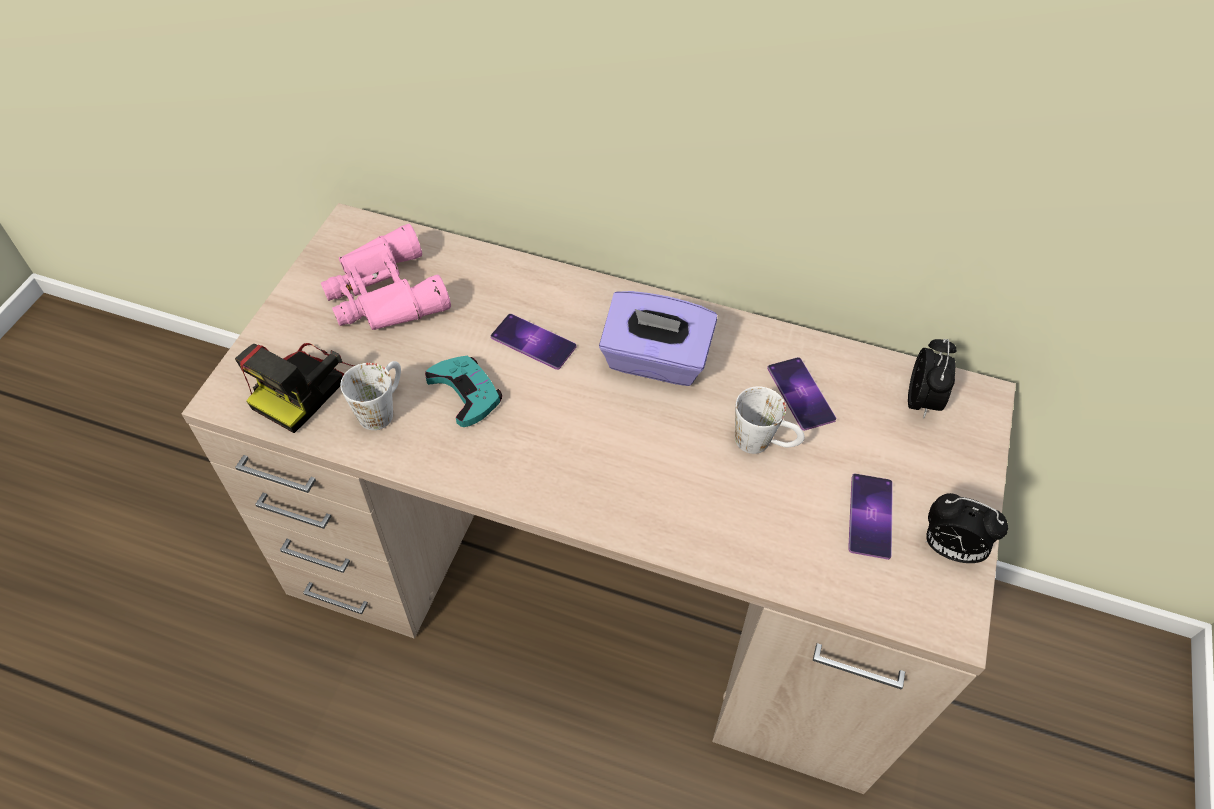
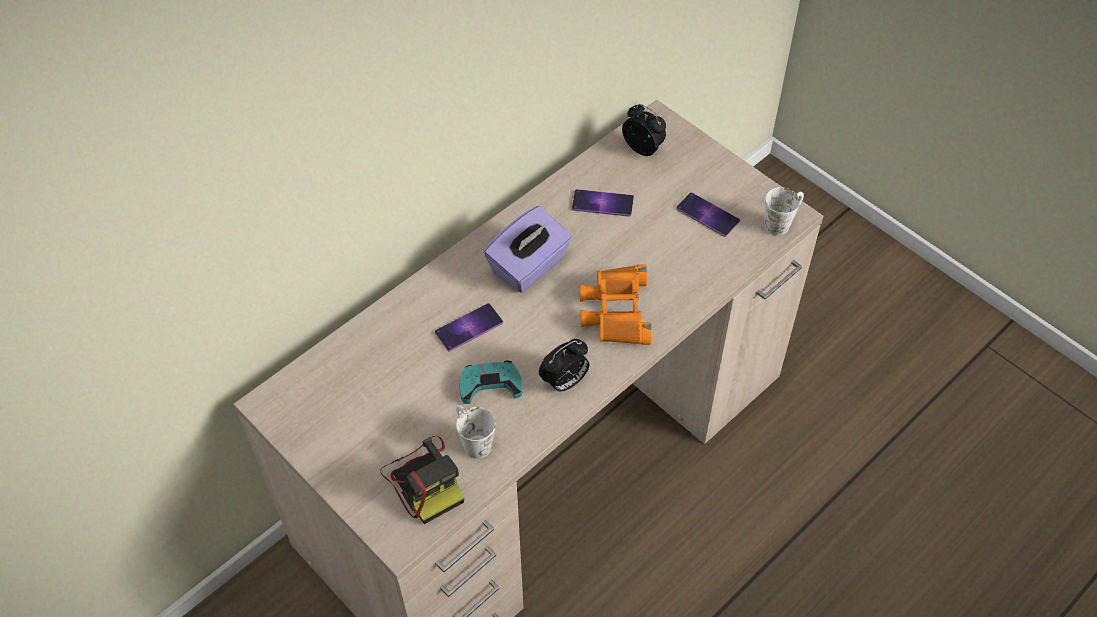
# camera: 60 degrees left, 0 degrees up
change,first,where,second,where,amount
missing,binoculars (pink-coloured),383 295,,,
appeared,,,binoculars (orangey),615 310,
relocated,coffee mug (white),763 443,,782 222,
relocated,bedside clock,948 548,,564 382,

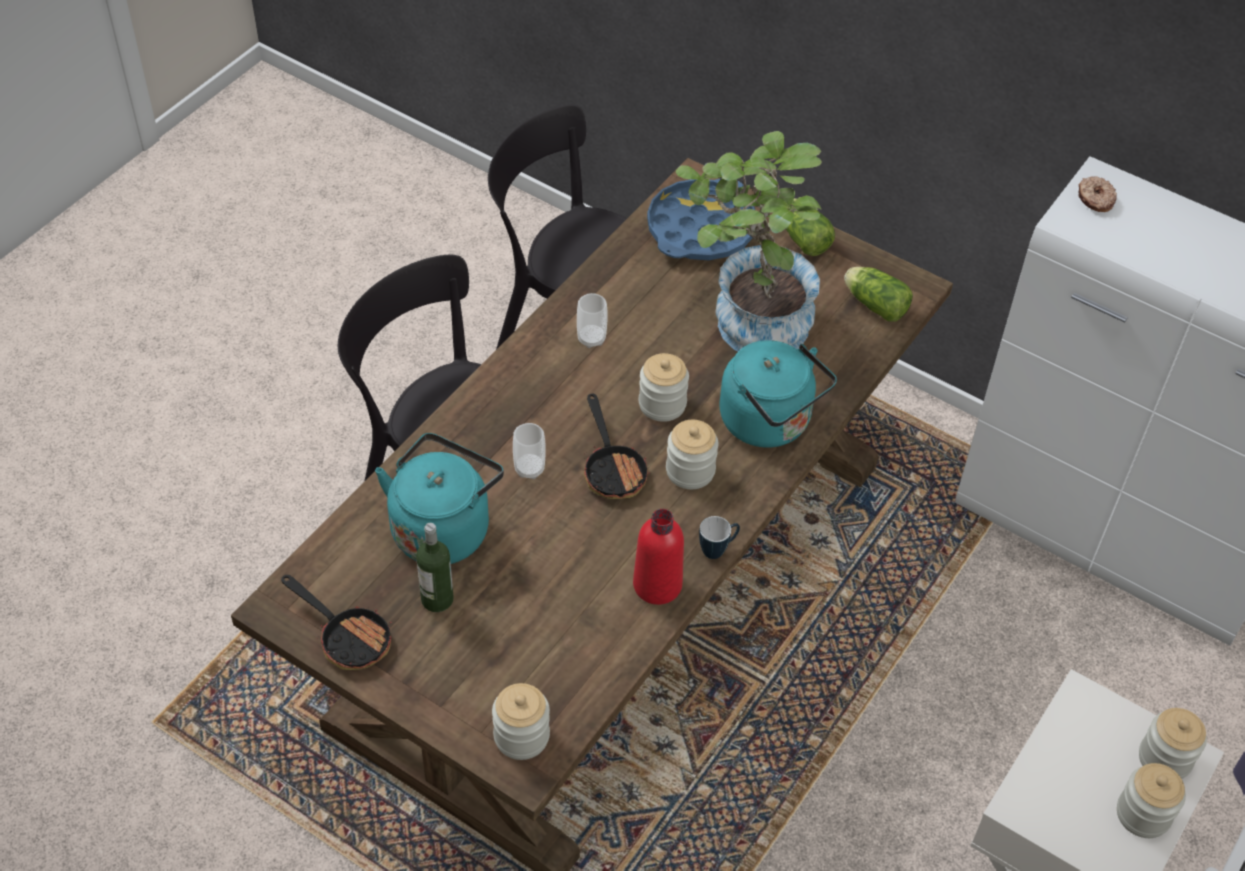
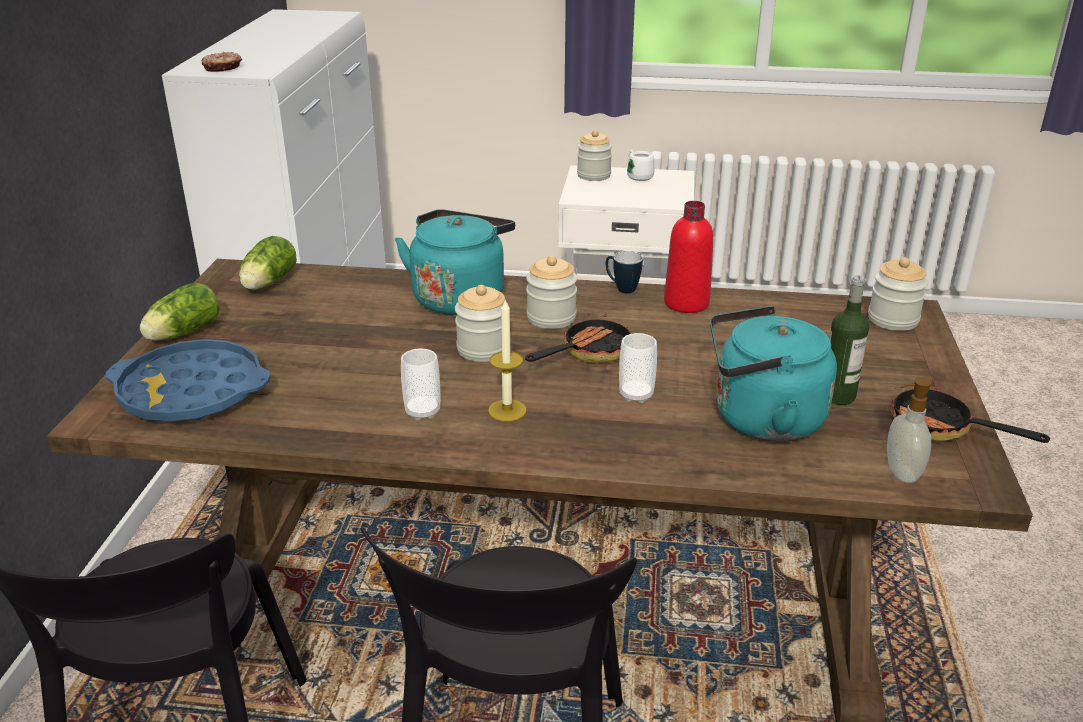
# camera: 115 degrees left, 20 degrees down
change,first,where,second,where,amount
missing,plant in a pot,748 322,,,
appeared,,,wax candle,507 410,
appeared,,,soap dispenser,900 472,
exchanged,storage jar,1143 814,coffee mug (white),637 176,
spun,pan,348 637,,942 429,60 degrees counterclockwise

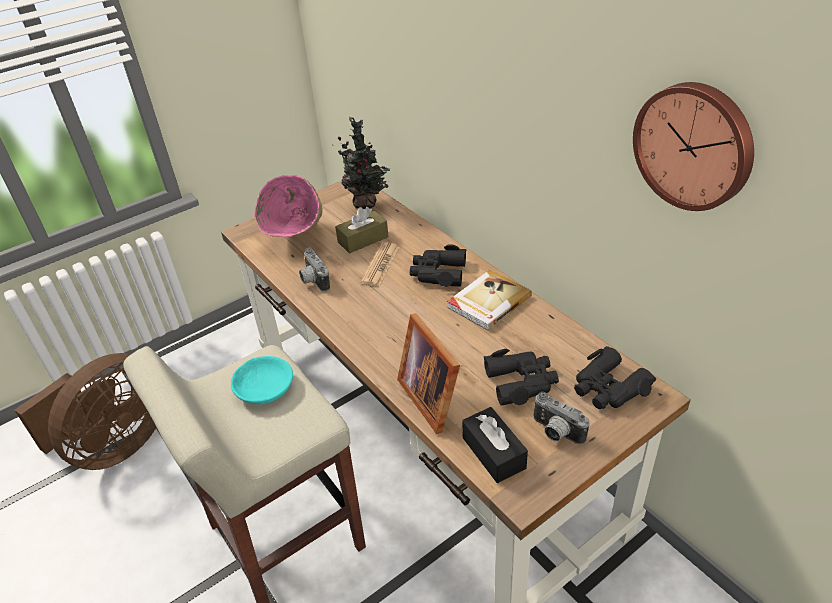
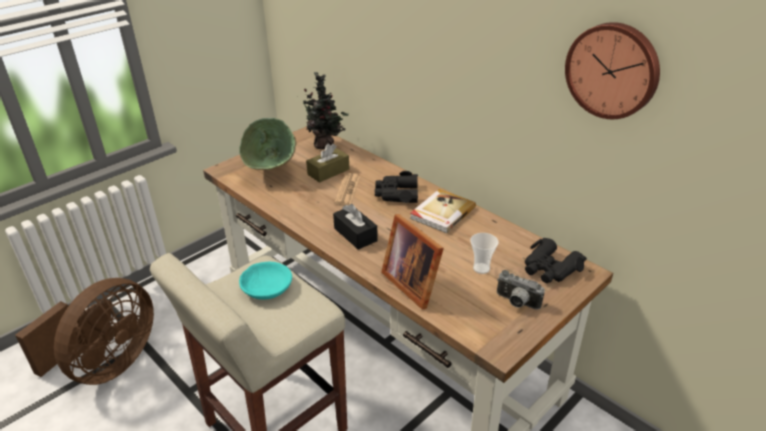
# camera: 10 degrees left, 5 degrees down
change,first,where,second,where,amount
missing,photo camera,313 281,,,
relocated,tissue holder (black),493 453,,355 234,
exchanged,binoculars (black),521 382,cup,481 268,
colour,deep dish (pink-coloured),299 239,deep dish (green),273 173,

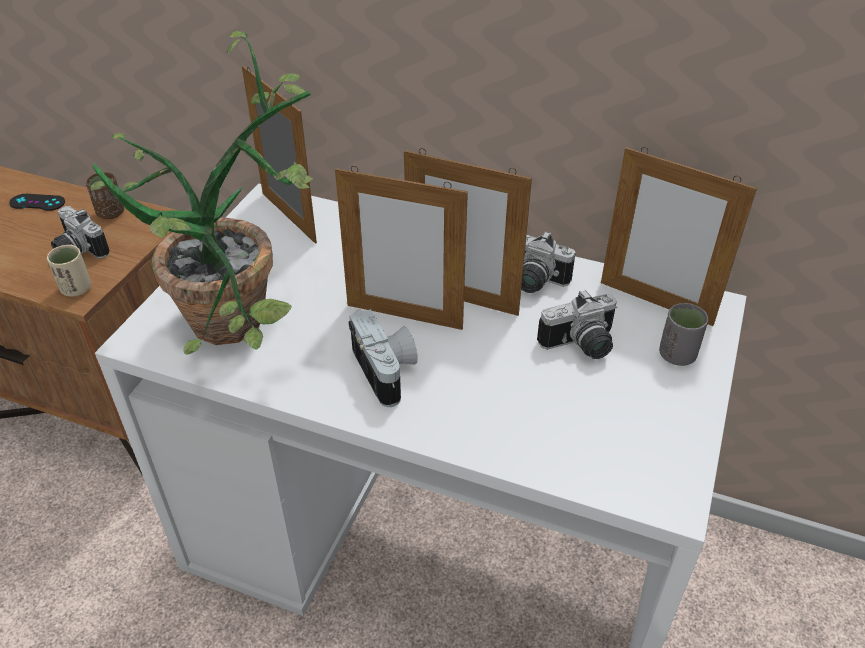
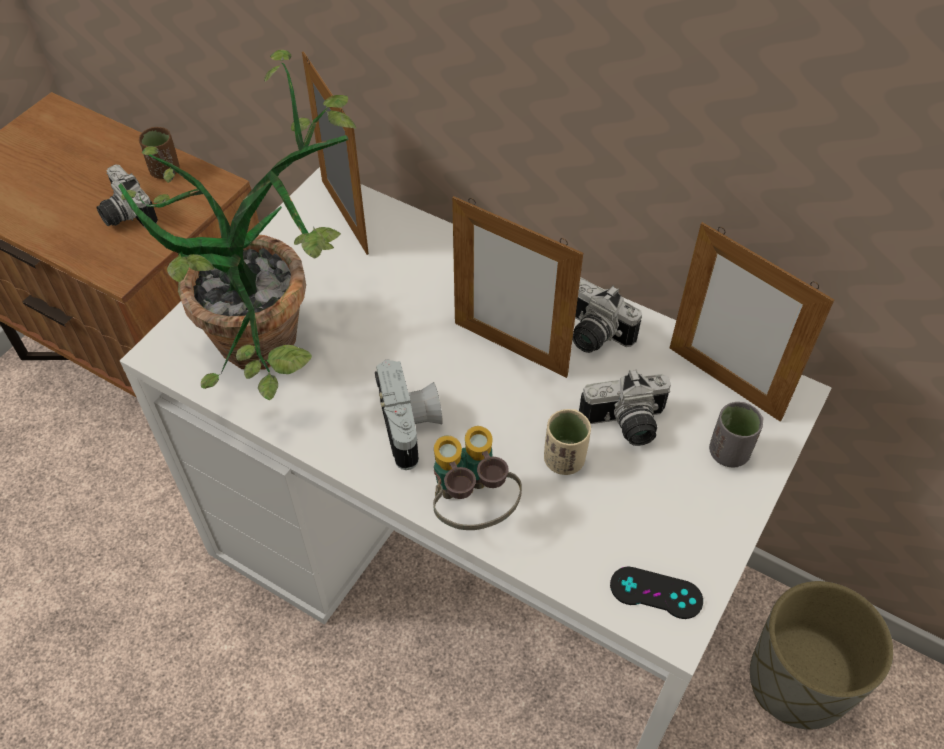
# camera: 10 degrees right, 10 degrees up
change,first,where,second,where,amount
missing,photo frame,404 316,,,
appeared,,,binoculars,472 508,
appeared,,,flower pot (gray),799 681,
relocated,game controller (black),37 202,,656 593,
relocated,cup (sand-coloured),76 289,,564 460,

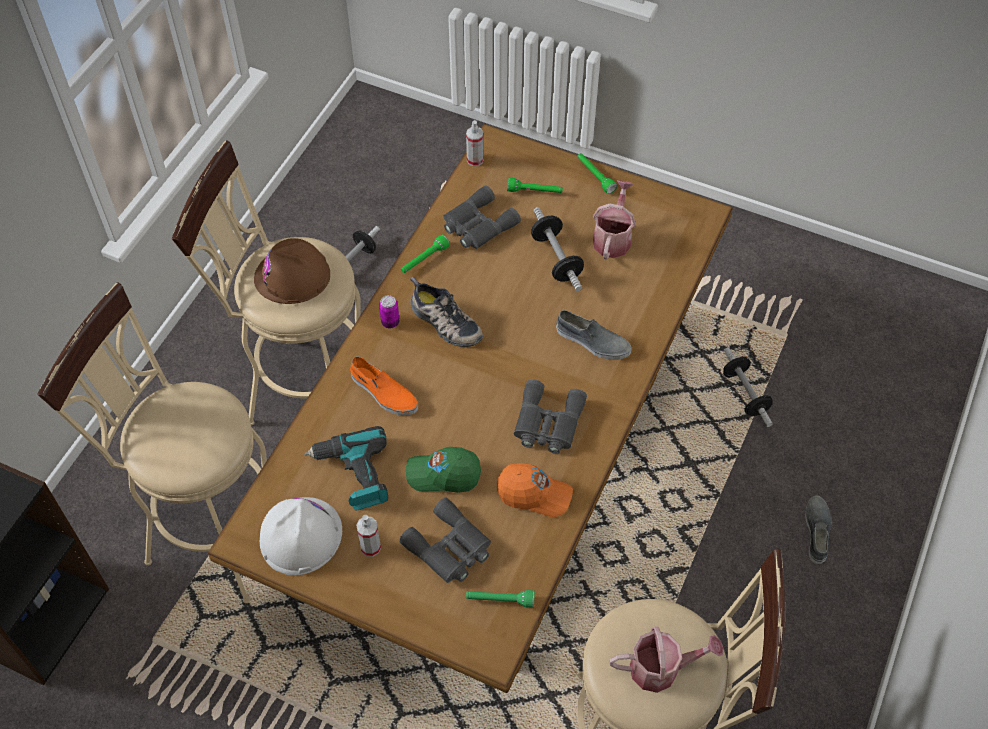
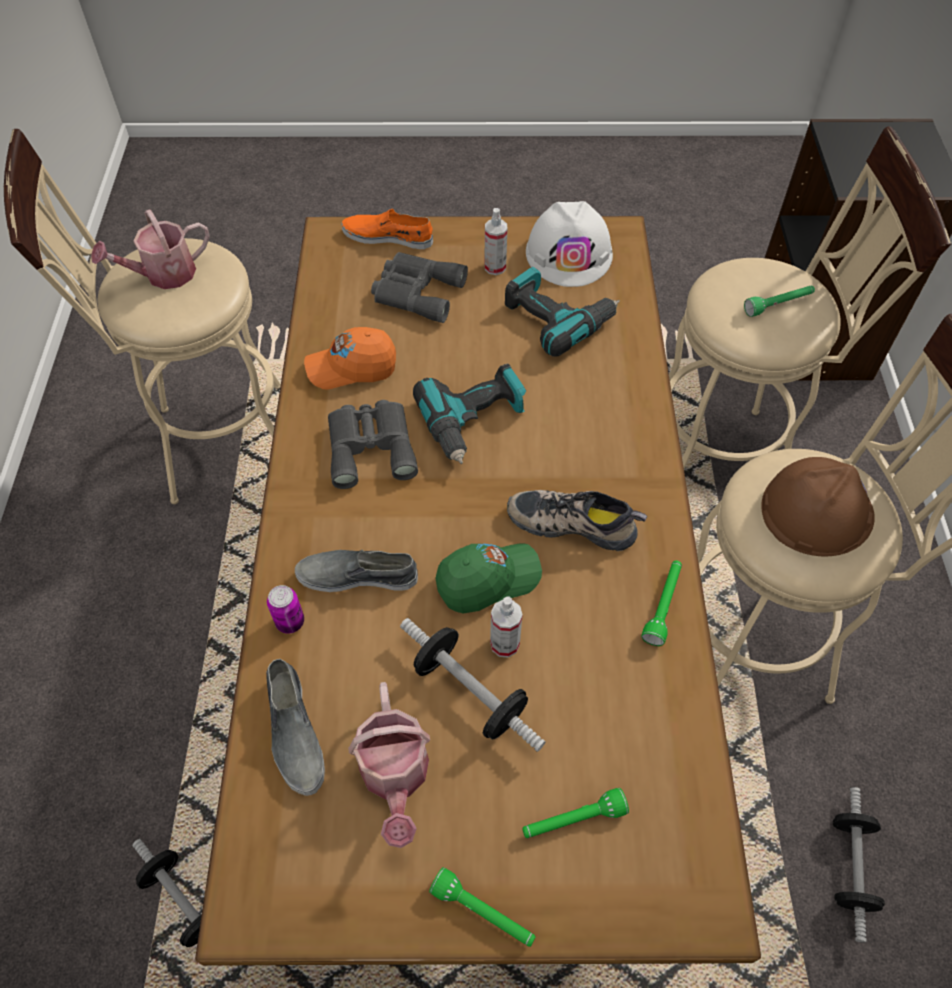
# camera: 155 degrees right, 0 degrees up
change,first,where,second,where,amount
missing,binoculars (gray),477 225,,,
appeared,,,electric drill,474 421,
relocated,item of footwear (orangey),383 392,,388 236,
relocated,metal can,390 322,,290 622,
relocated,peaked cap (green),443 474,,487 580,
relocated,spray bottle,475 160,,504 644,
relocated,hand torch (green),500 600,,778 305,
relocated,item of footwear (gray),817 531,,294 732,

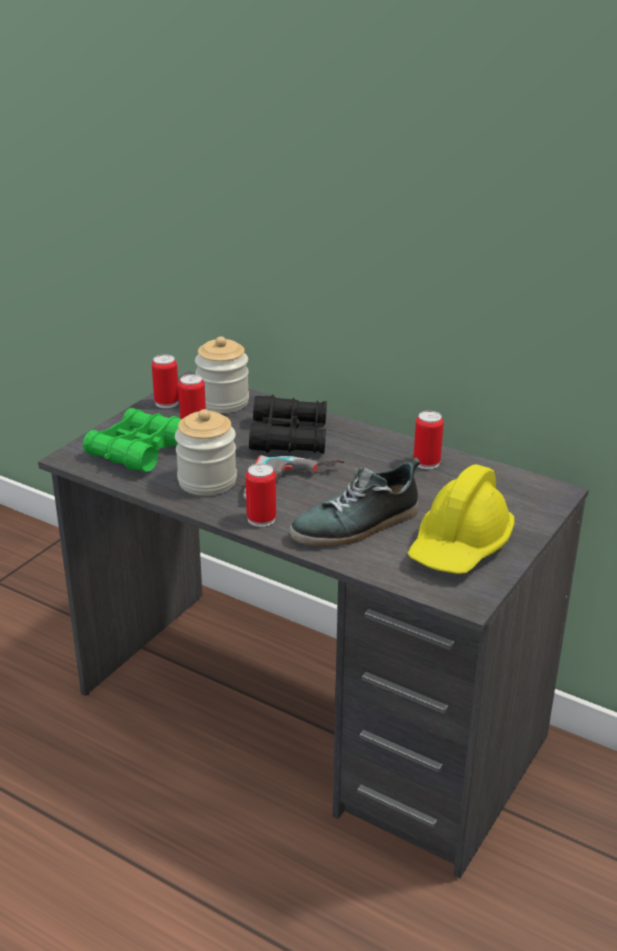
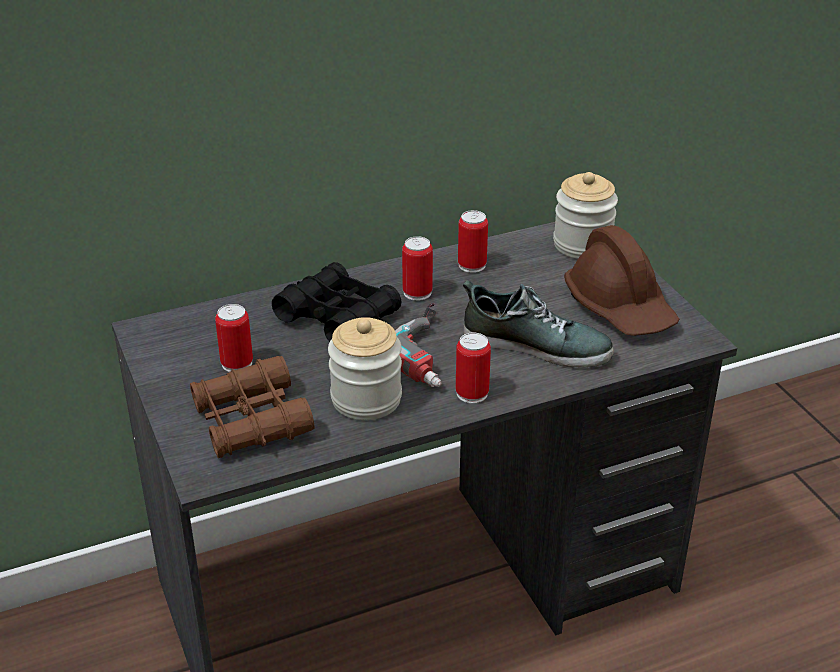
# camera: 55 degrees left, 5 degrees up
change,first,where,second,where,amount
relocated,metal can,166 402,,417 292,
relocated,storage jar,223 402,,582 244,
colour,binoculars (green),139 451,binoculars (brownish),251 420,
colour,hard hat (yellowish),460 546,hard hat (brownish),620 308,
spun,item of footwear,356 525,,536 344,75 degrees counterclockwise

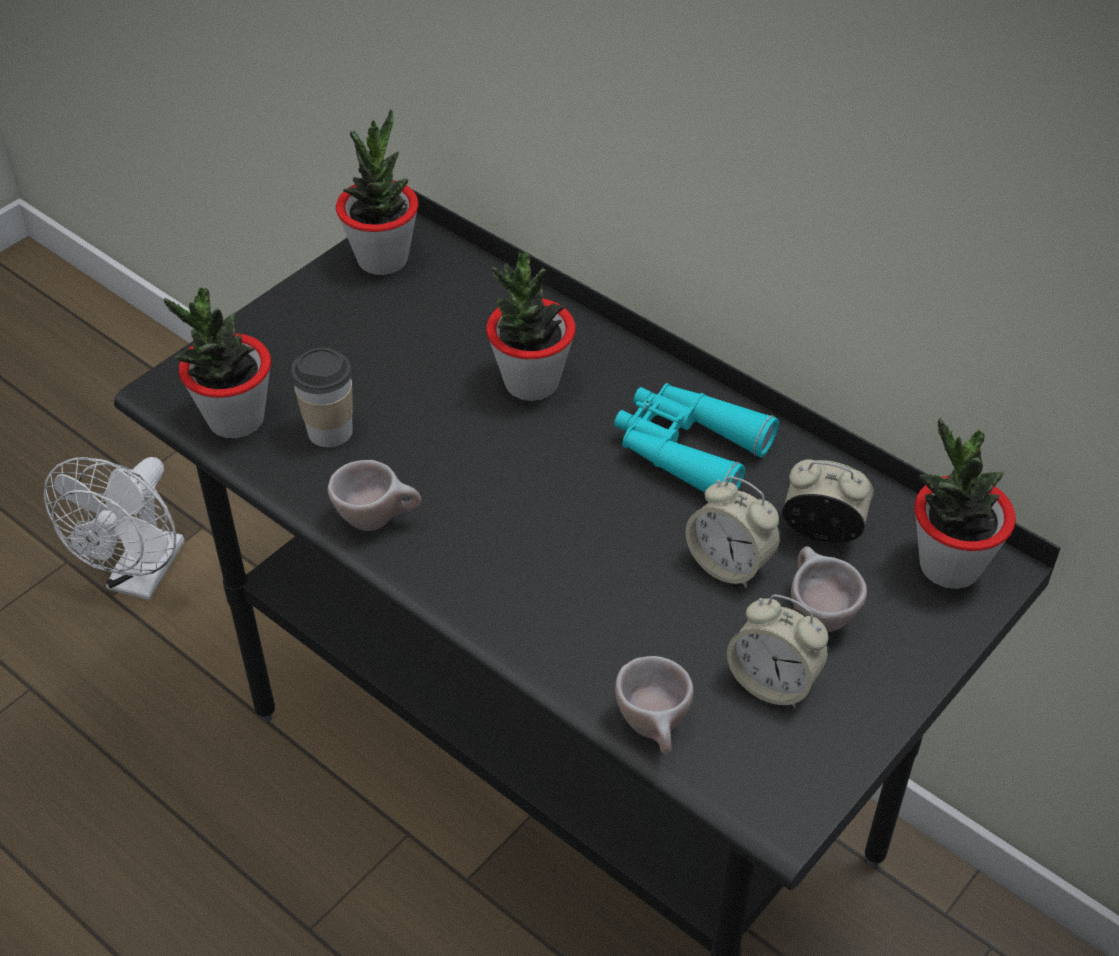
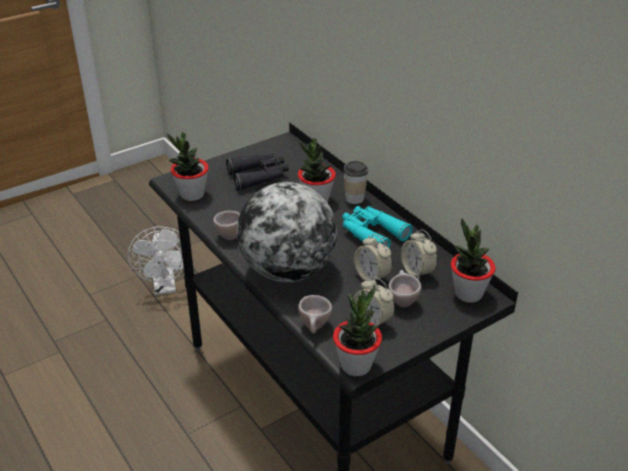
# camera: 15 degrees right, 10 degrees down
change,first,where,second,where,amount
appeared,,,binoculars (black),259 176,
appeared,,,world globe,288 270,
relocated,cup,330 431,,354 198,
relocated,plant in a pot,383 259,,356 365,
spun,electric fan (white),141 578,,165 287,45 degrees counterclockwise
spun,bedside clock,822 531,,417 272,150 degrees counterclockwise

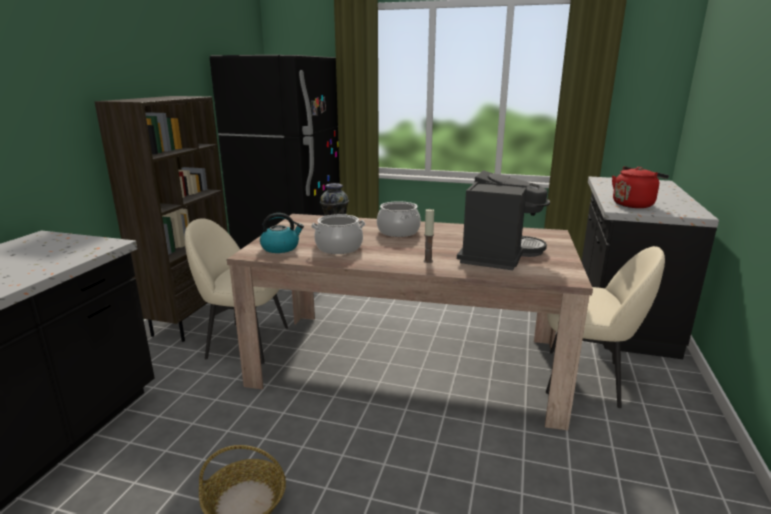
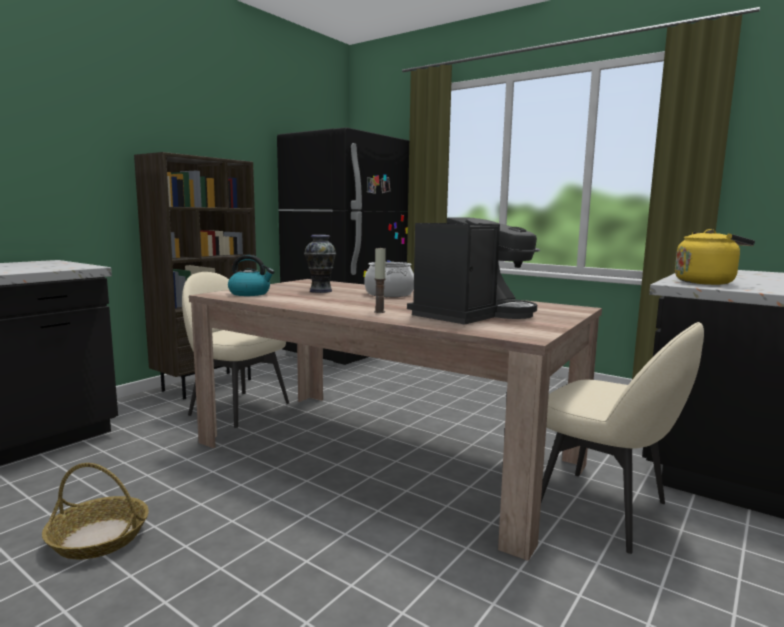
# camera: 20 degrees right, 10 degrees down
change,first,where,second,where,amount
missing,saucepot,339 248,,,
colour,tea kettle (reddish),634 204,tea kettle (yellowish),707 282,

